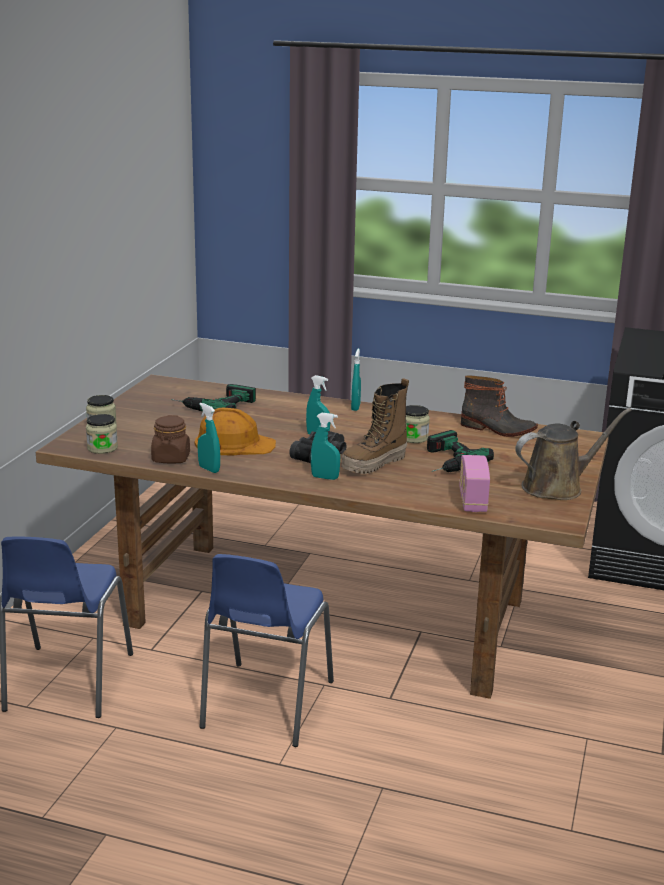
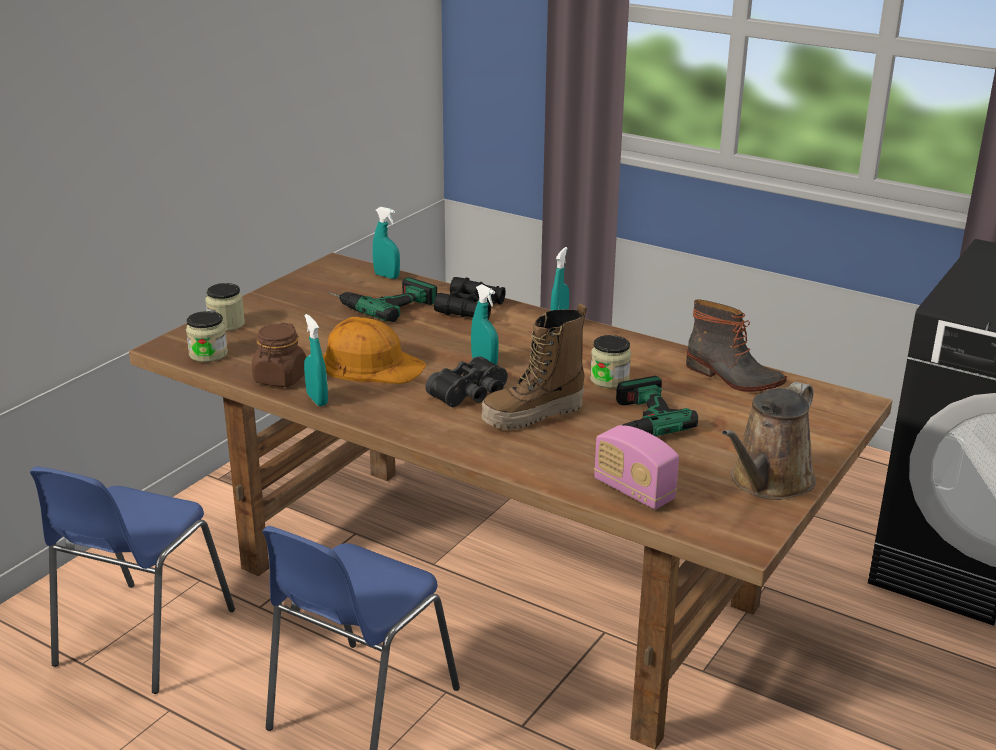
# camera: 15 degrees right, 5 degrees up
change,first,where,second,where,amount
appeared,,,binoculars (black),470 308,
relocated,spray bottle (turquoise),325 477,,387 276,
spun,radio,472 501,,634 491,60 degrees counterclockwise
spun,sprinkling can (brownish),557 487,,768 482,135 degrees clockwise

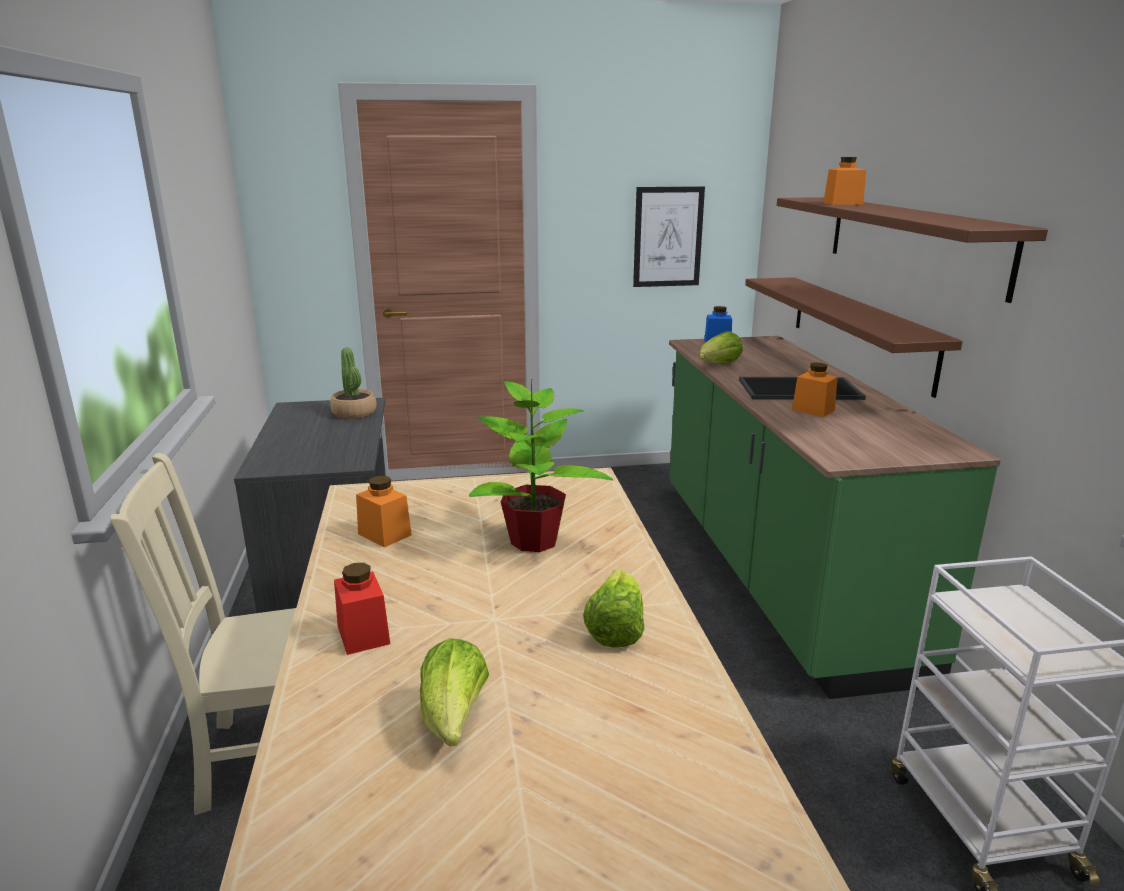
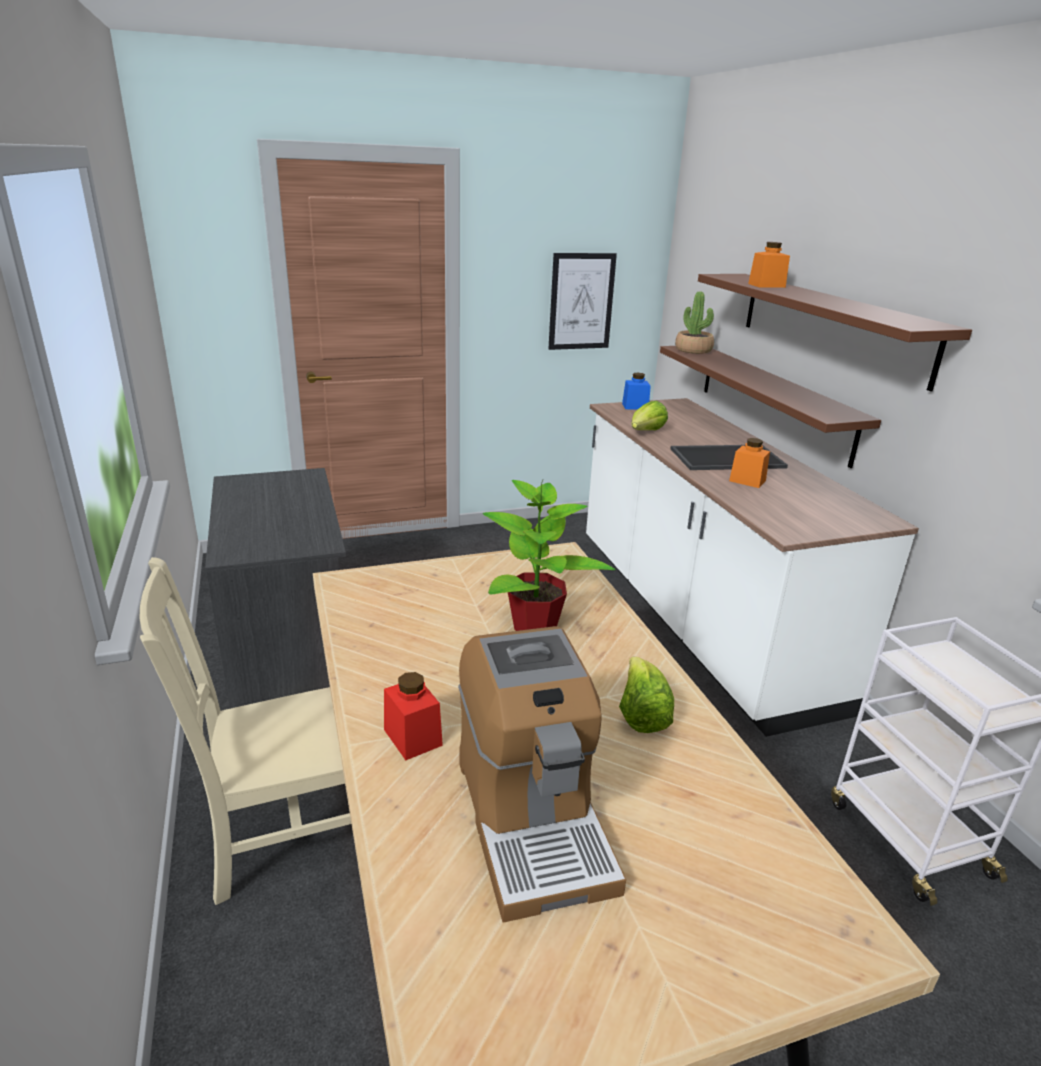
# camera: 10 degrees left, 5 degrees up
change,first,where,second,where,amount
missing,storage jar (orangey),384 534,,,
relocated,plant in a pot,354 413,,693 350,
exchanged,lettuce head,454 719,coffee machine,532 819,
colour,kitchen base unit (green),776 573,kitchen base unit (white),695 619,

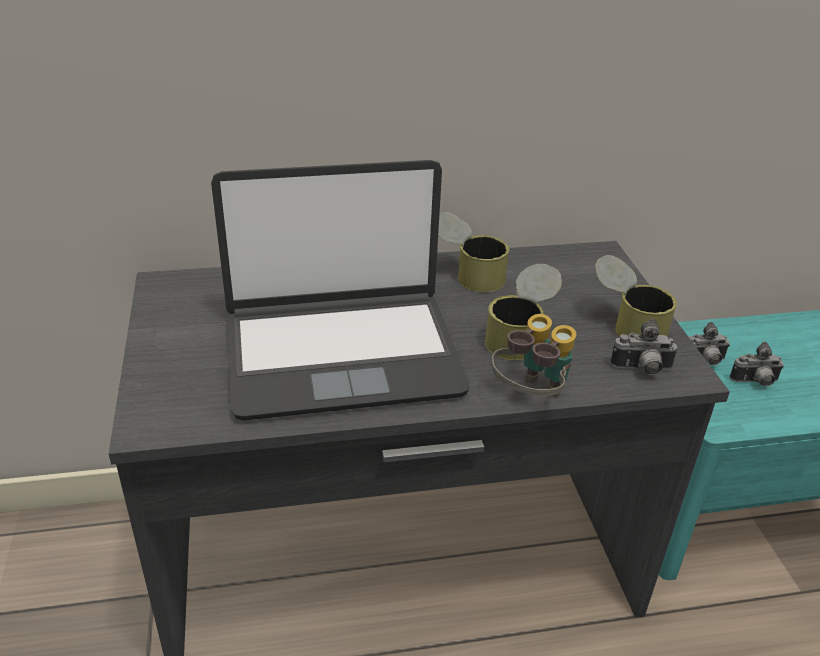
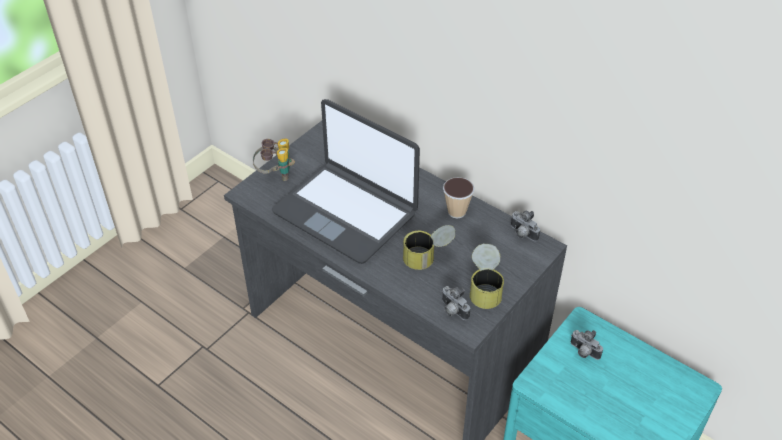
# camera: 50 degrees right, 10 degrees up
change,first,where,second,where,amount
relocated,binoculars,530 397,,275 174,
relocated,photo camera,755 382,,522 234,
exchanged,metal can,468 274,cup,456 212,

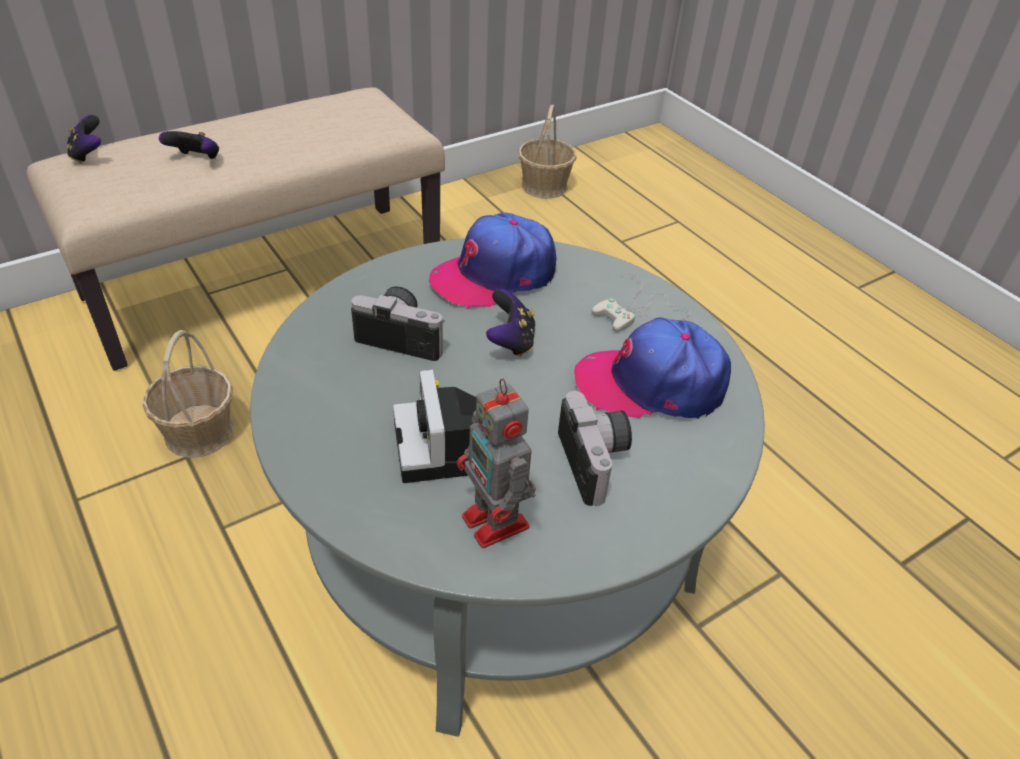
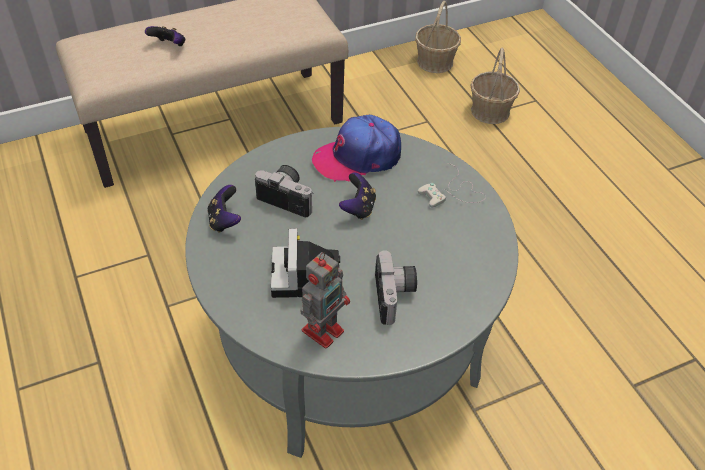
# camera: 10 degrees right, 5 degrees up
change,first,where,second,where,amount
missing,peaked cap,651 384,,,
relocated,game controller,88 155,,224 221,
relocated,basket,198 432,,490 111,
spun,toy robot,497 524,,324 329,120 degrees counterclockwise

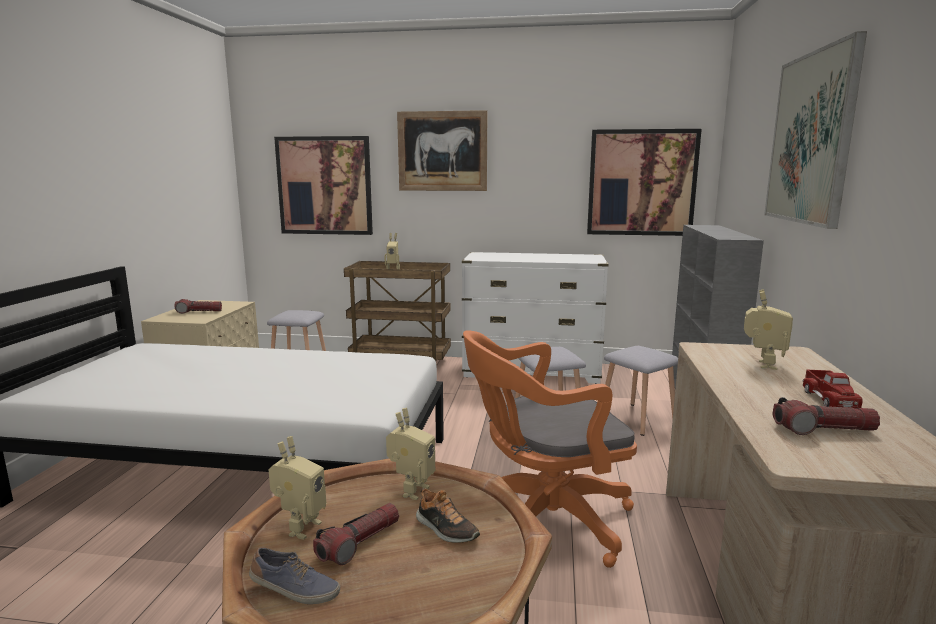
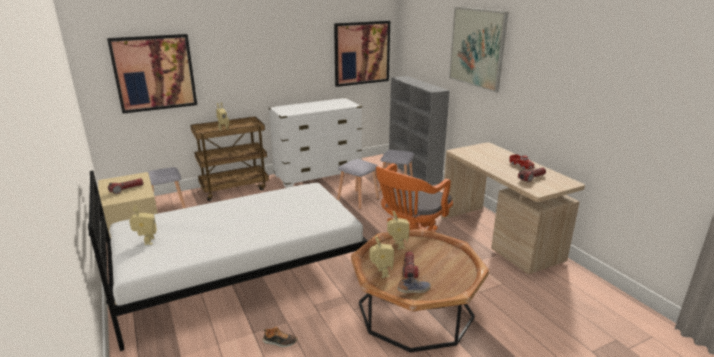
# camera: 35 degrees left, 10 degrees up
change,first,where,second,where,amount
missing,wall art,442 151,,,
relocated,item of footwear,445 529,,280 342,
relocated,toy robot,762 364,,146 242,

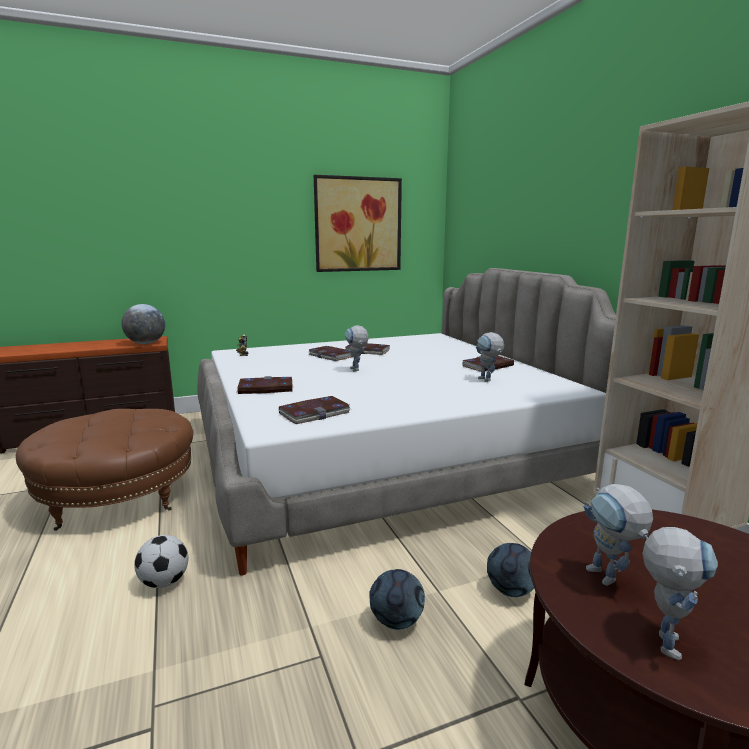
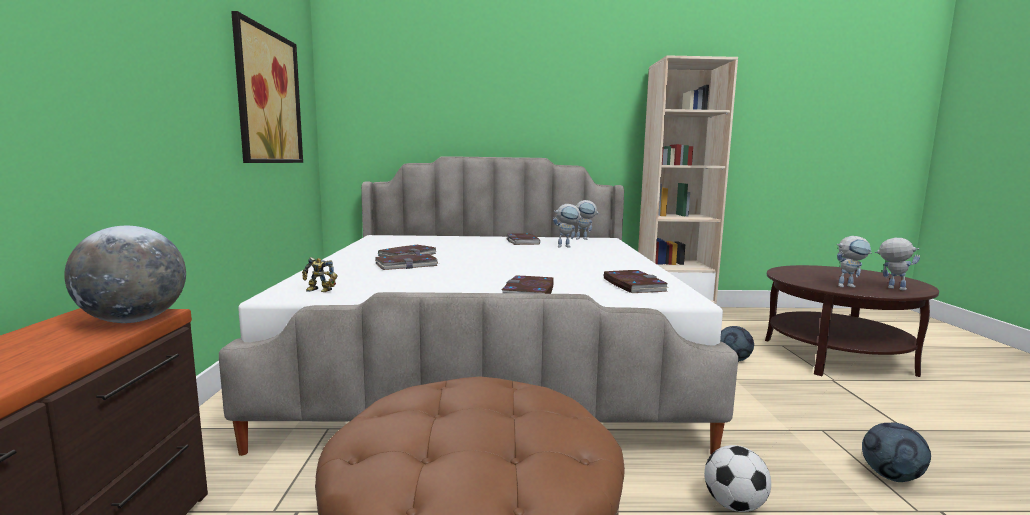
# camera: 70 degrees left, 5 degrees down
change,first,where,second,where,amount
relocated,toy robot,357 370,,584 239,
relocated,ball for football,396 622,,891 476,

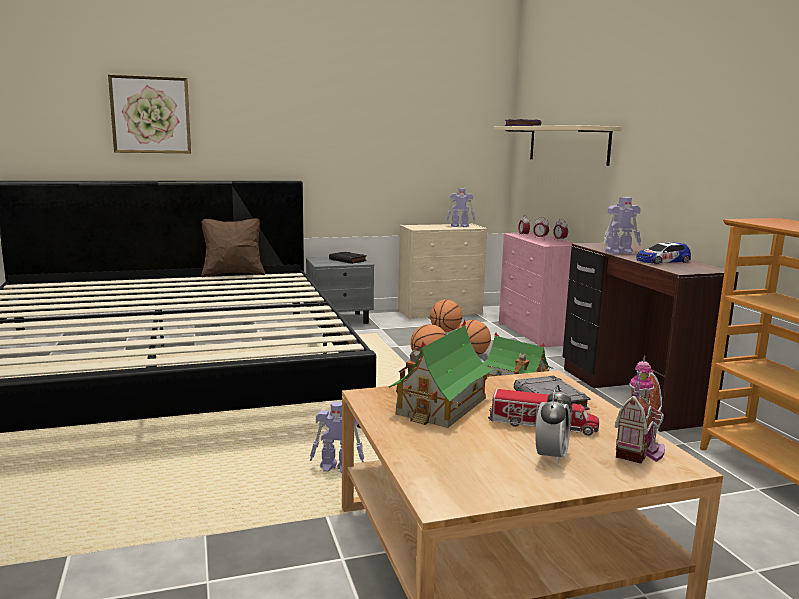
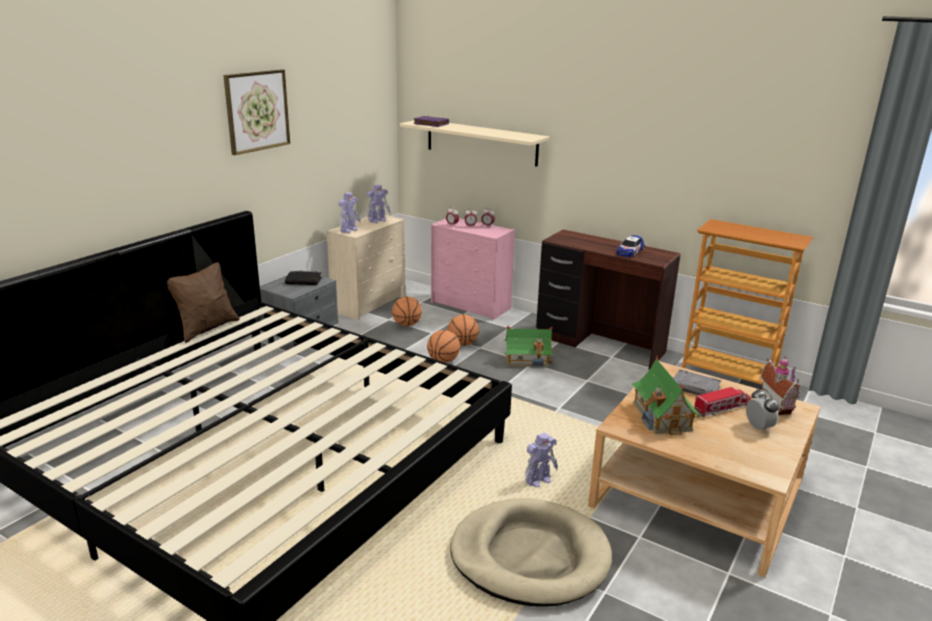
# camera: 40 degrees left, 10 degrees up
change,first,where,second,where,amount
appeared,,,pet bed (sand-coloured),530 556,
relocated,wall art,150 115,,257 111,
relocated,toy robot,619 252,,349 230,

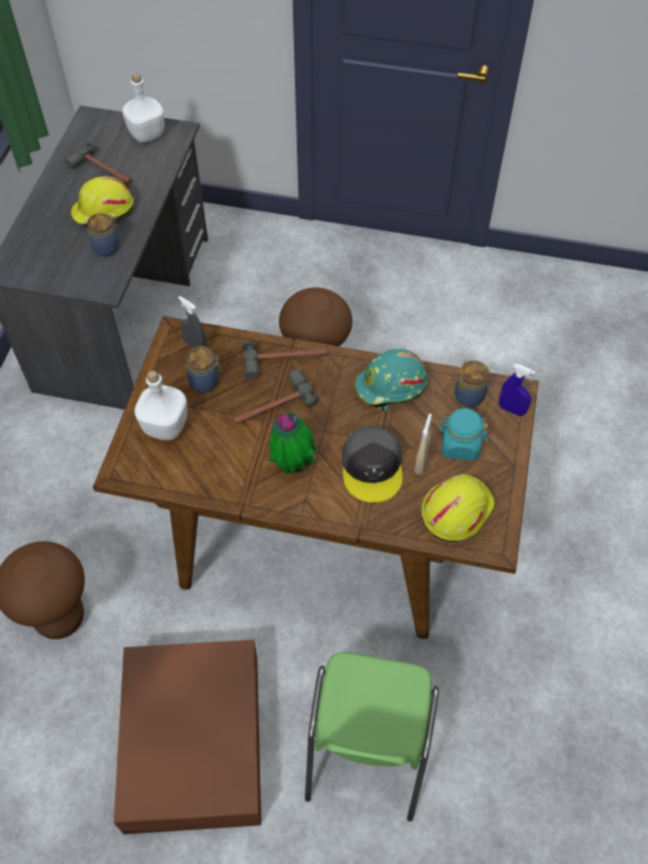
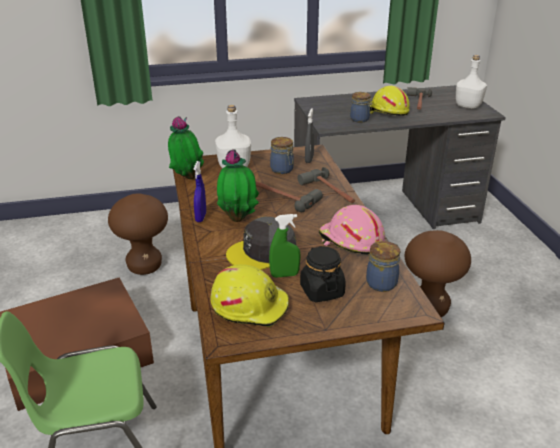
# camera: 65 degrees right, 25 degrees down
change,first,where,second,where,amount
appeared,,,plant in a pot,187 178,
relocated,spray bottle (bluish),511 410,,201 217,
colour,hard hat (turquoise),391 387,hard hat (pink-coloured),351 241,
colour,spray bottle (sand-coloured),421 464,spray bottle (green),284 275,
colour,storage jar (turquoise),459 445,storage jar (black),321 291,

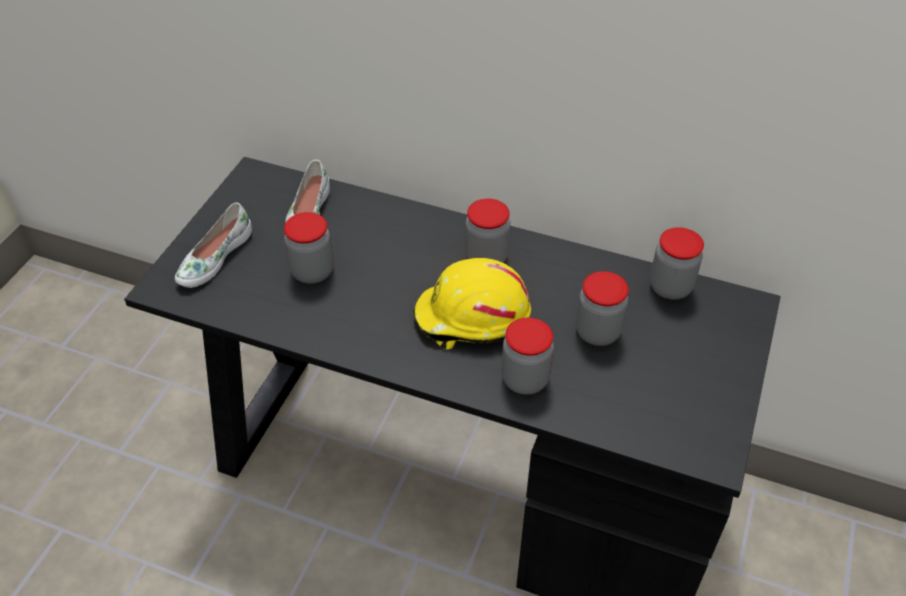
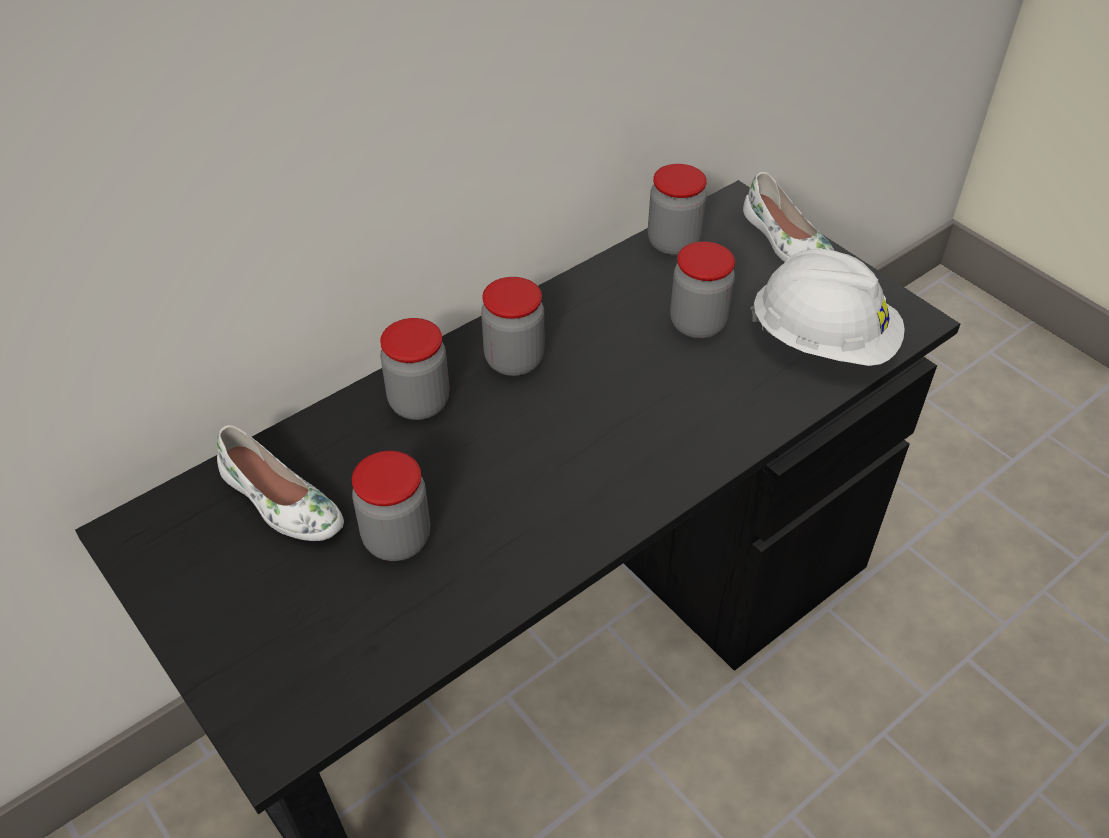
# camera: 60 degrees left, 0 degrees up
change,first,where,second,where,amount
missing,hard hat (yellowish),472 318,,,
appeared,,,hard hat (white),823 341,
relocated,item of footwear (white),214 257,,786 242,
relocated,storage jar,525 379,,419 403,

